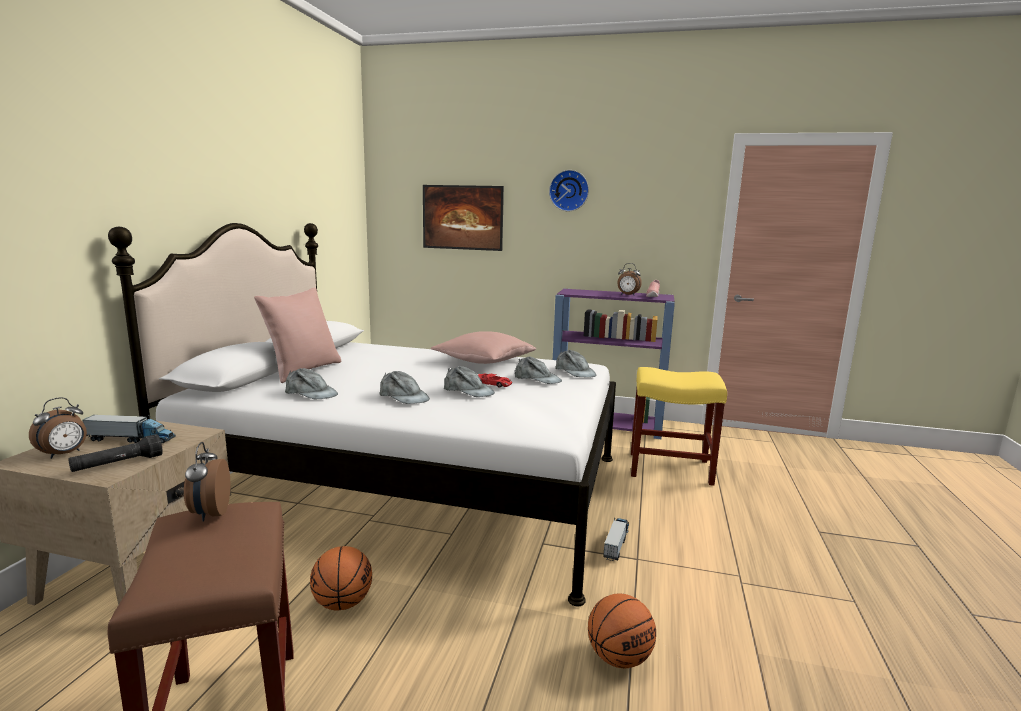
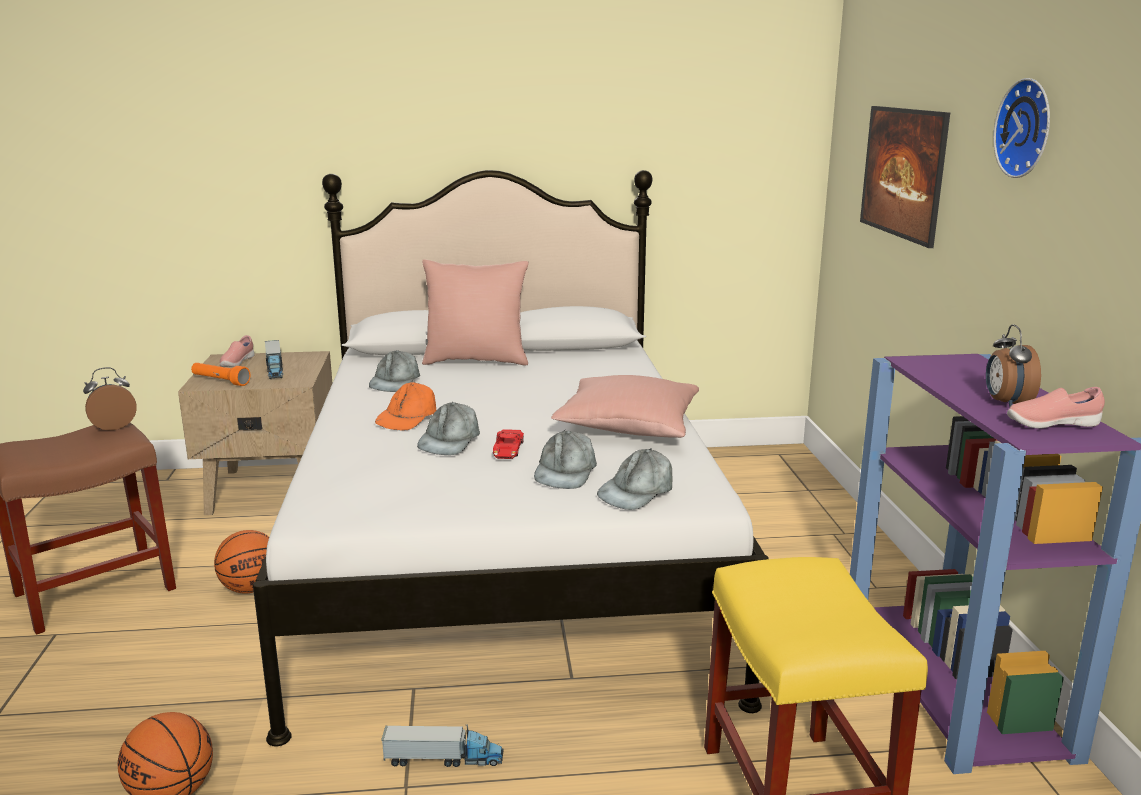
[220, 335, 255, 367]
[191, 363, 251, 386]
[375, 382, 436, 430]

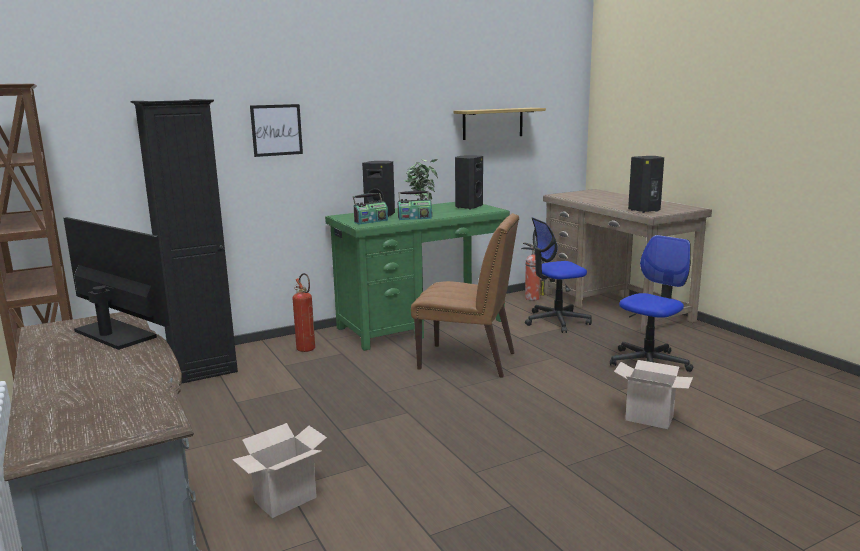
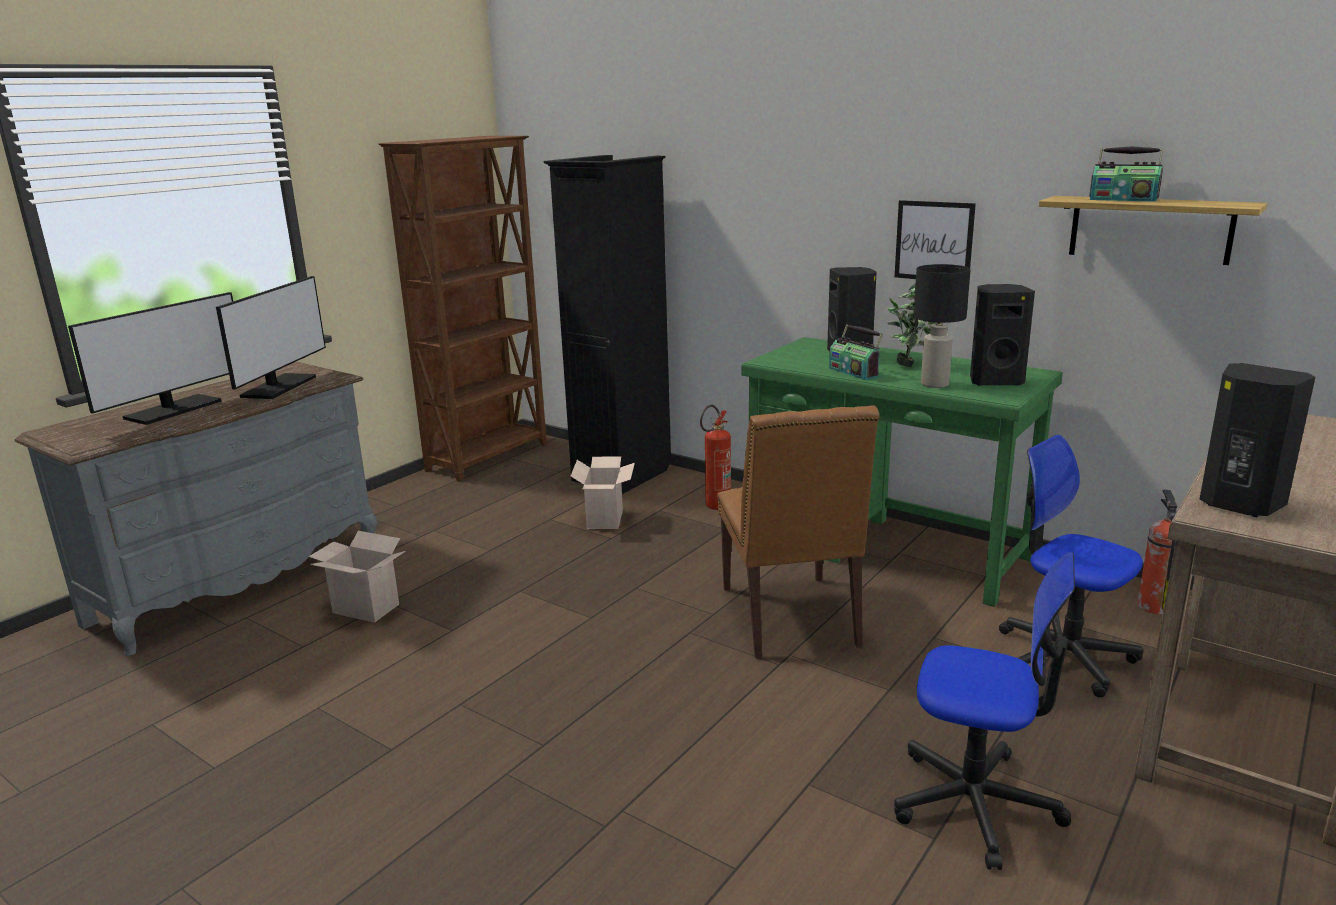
[68, 292, 233, 425]
[914, 264, 971, 388]
[894, 200, 976, 279]
[1089, 146, 1163, 202]
[570, 457, 635, 529]

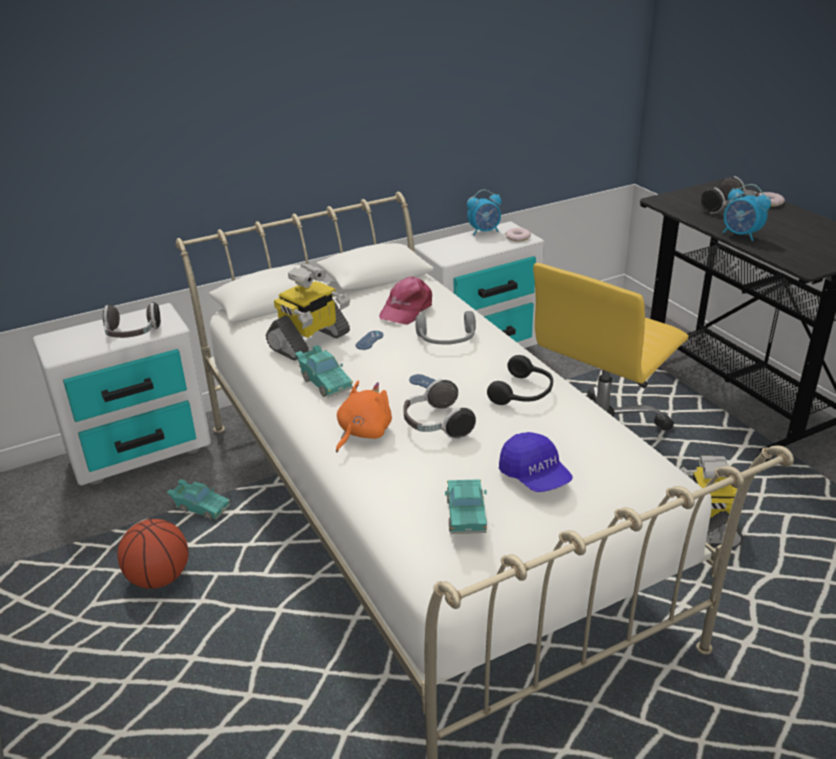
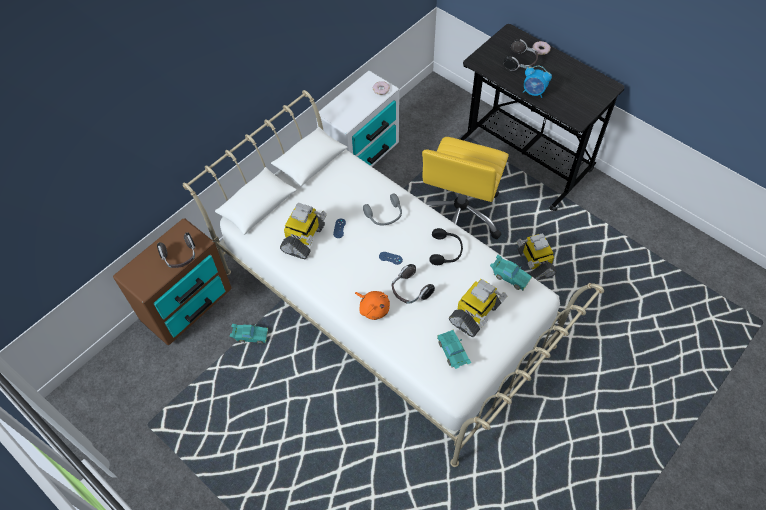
[117, 519, 189, 589] (first image)
[379, 276, 432, 325] (first image)
[467, 190, 501, 236] (first image)
[490, 255, 532, 291]
[449, 279, 507, 337]
[113, 218, 232, 345]
[355, 291, 390, 320]

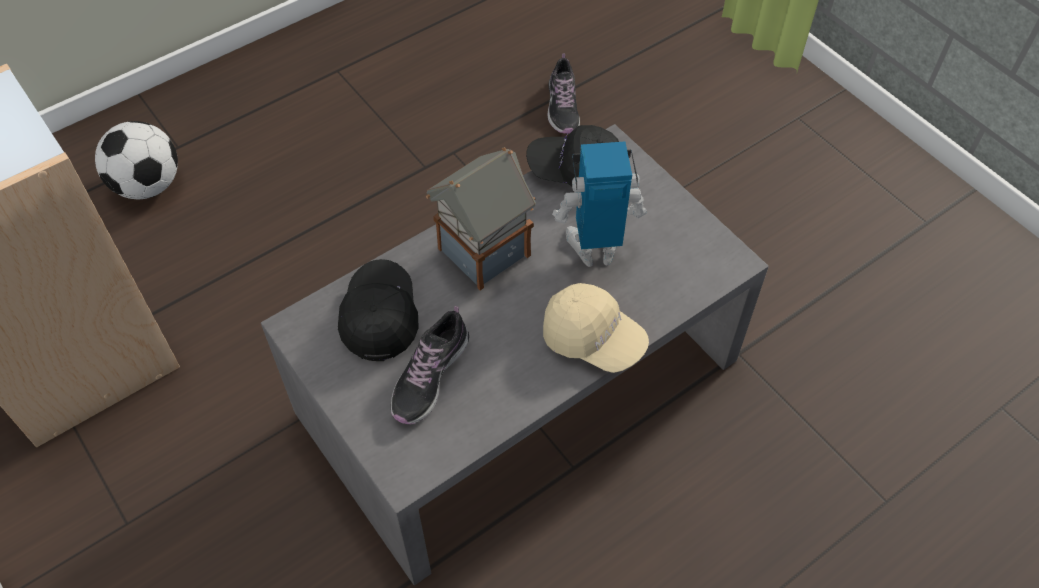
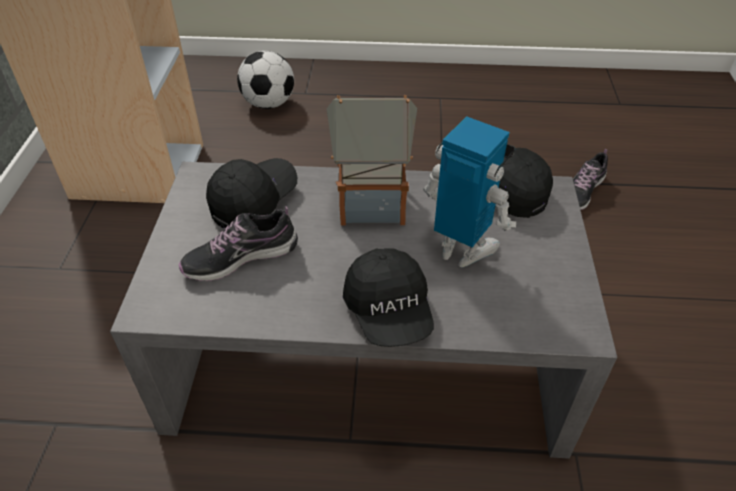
[343, 248, 434, 347]

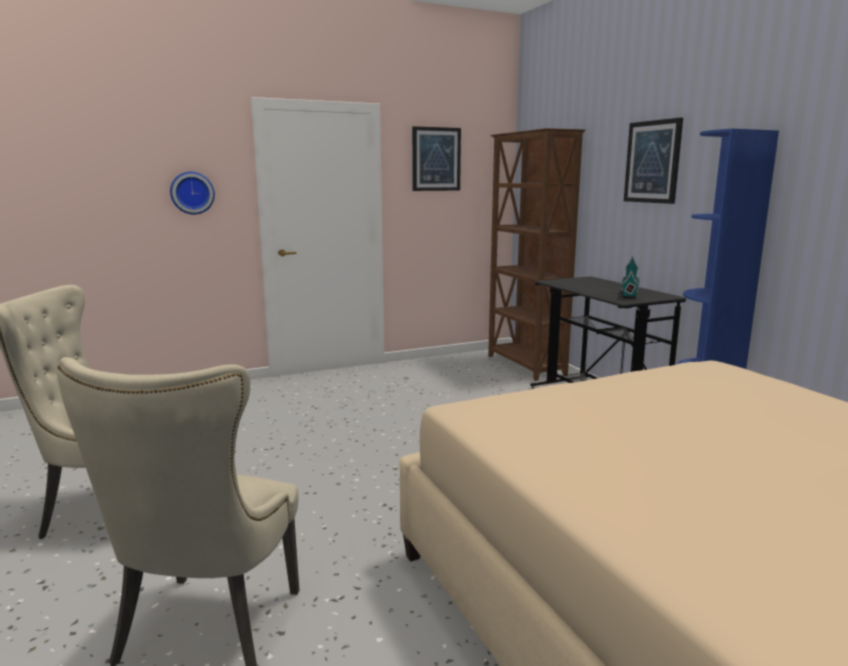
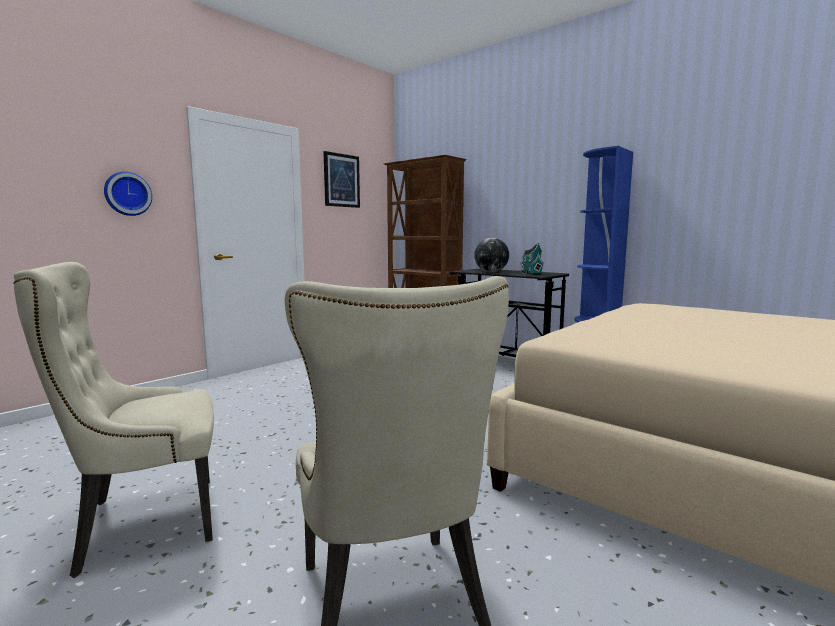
[624, 118, 683, 204] (first image)
[474, 238, 509, 272]

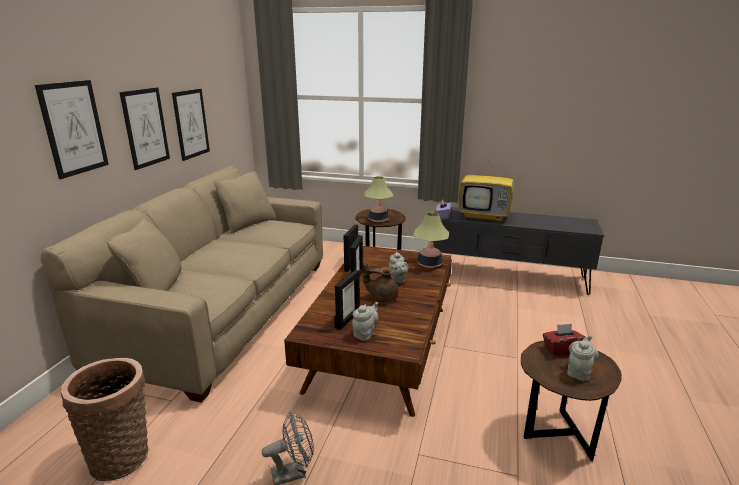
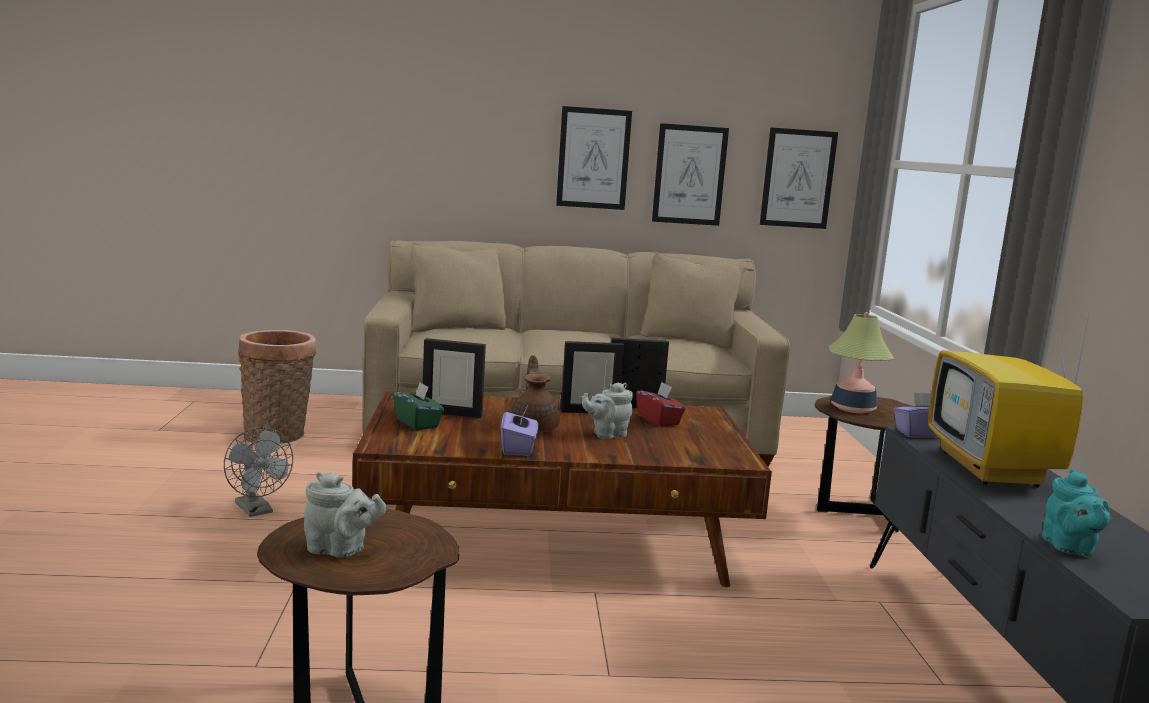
[413, 212, 449, 268] (first image)
[501, 407, 538, 456]
[1042, 469, 1111, 557]
[760, 128, 838, 229]
[636, 382, 686, 427]
[393, 382, 444, 430]

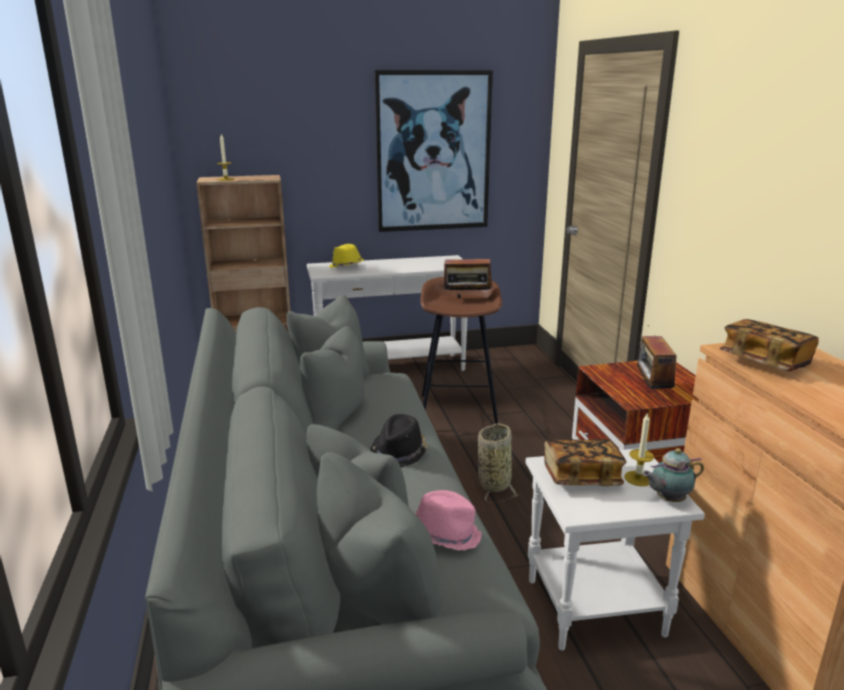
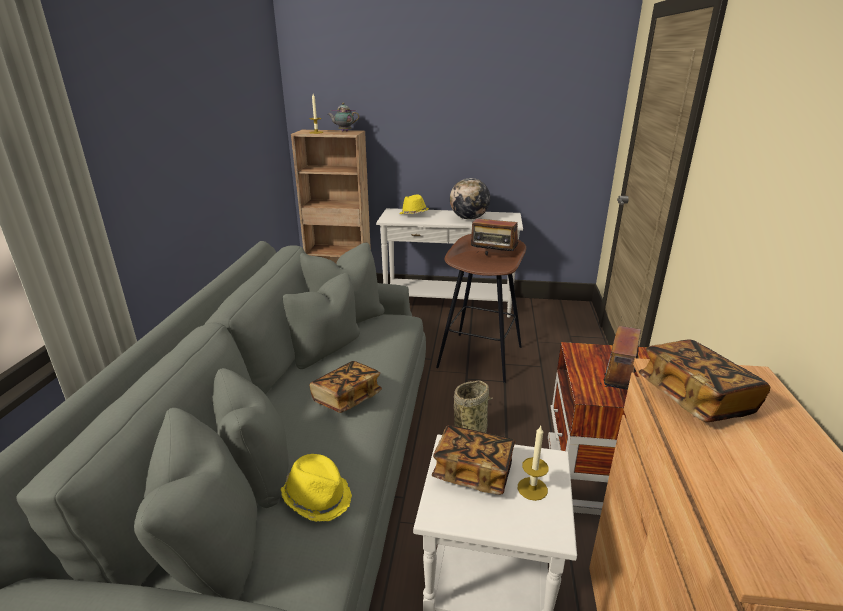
[375, 70, 493, 232] (first image)
[450, 178, 490, 220]
[328, 103, 359, 131]
[309, 361, 382, 413]
[281, 454, 352, 522]

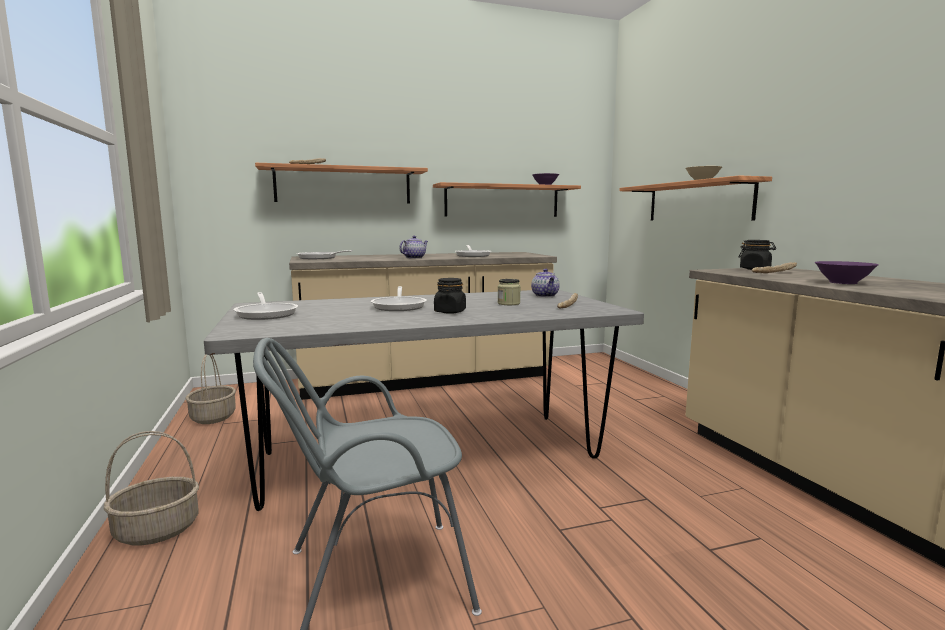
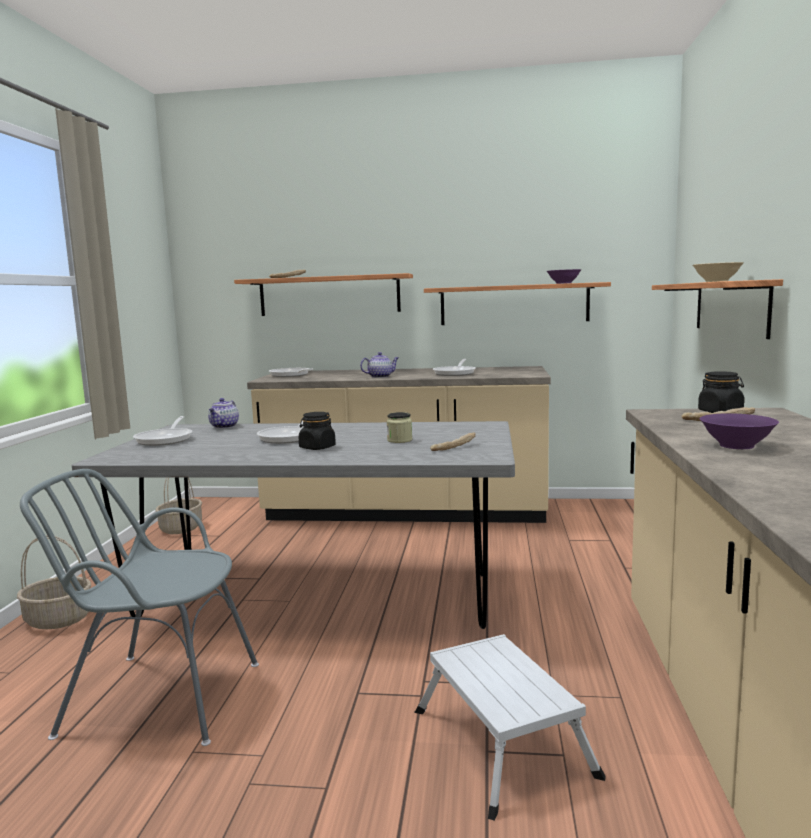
[414, 634, 606, 821]
[208, 398, 239, 429]

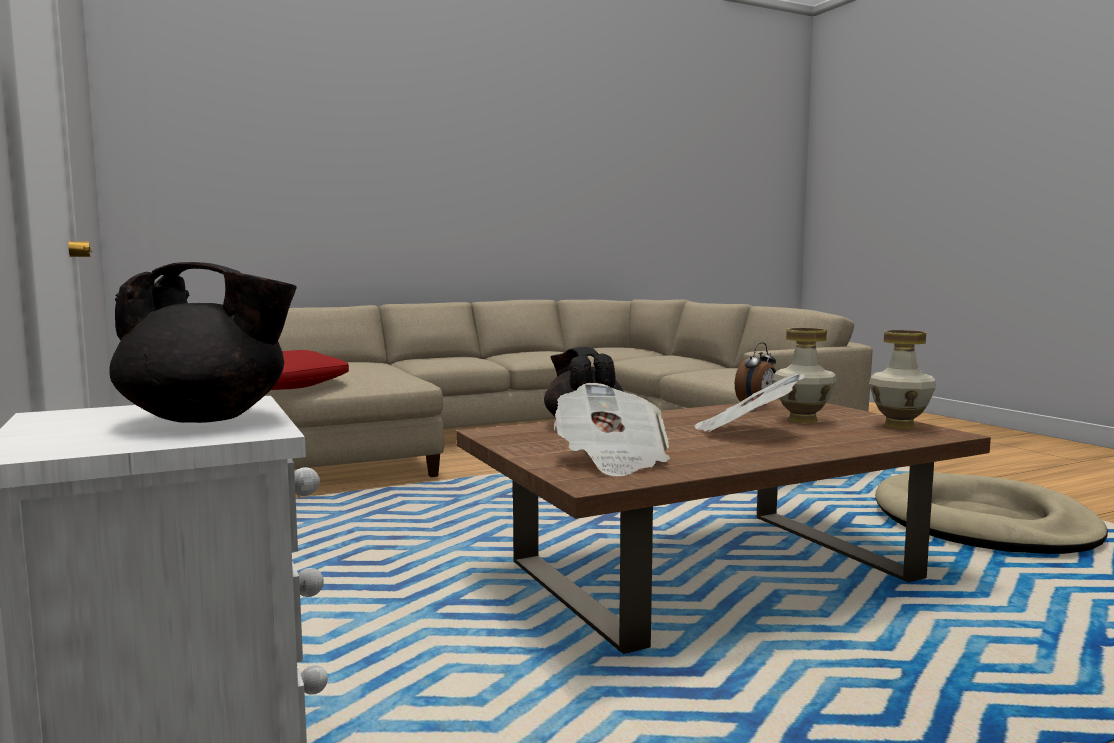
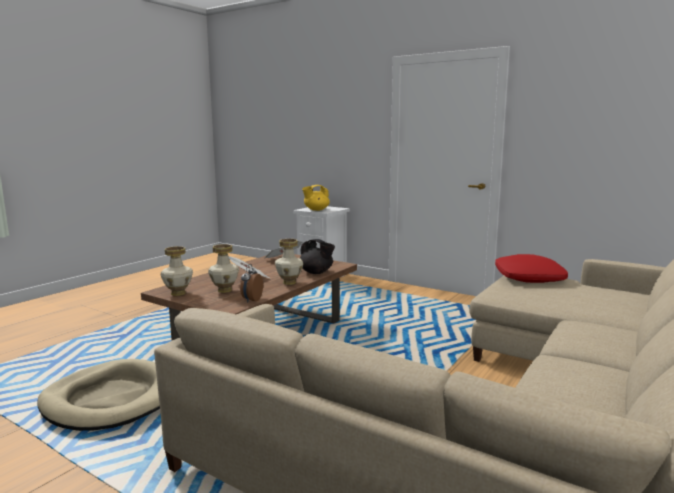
[275, 239, 303, 285]
[302, 185, 330, 211]

